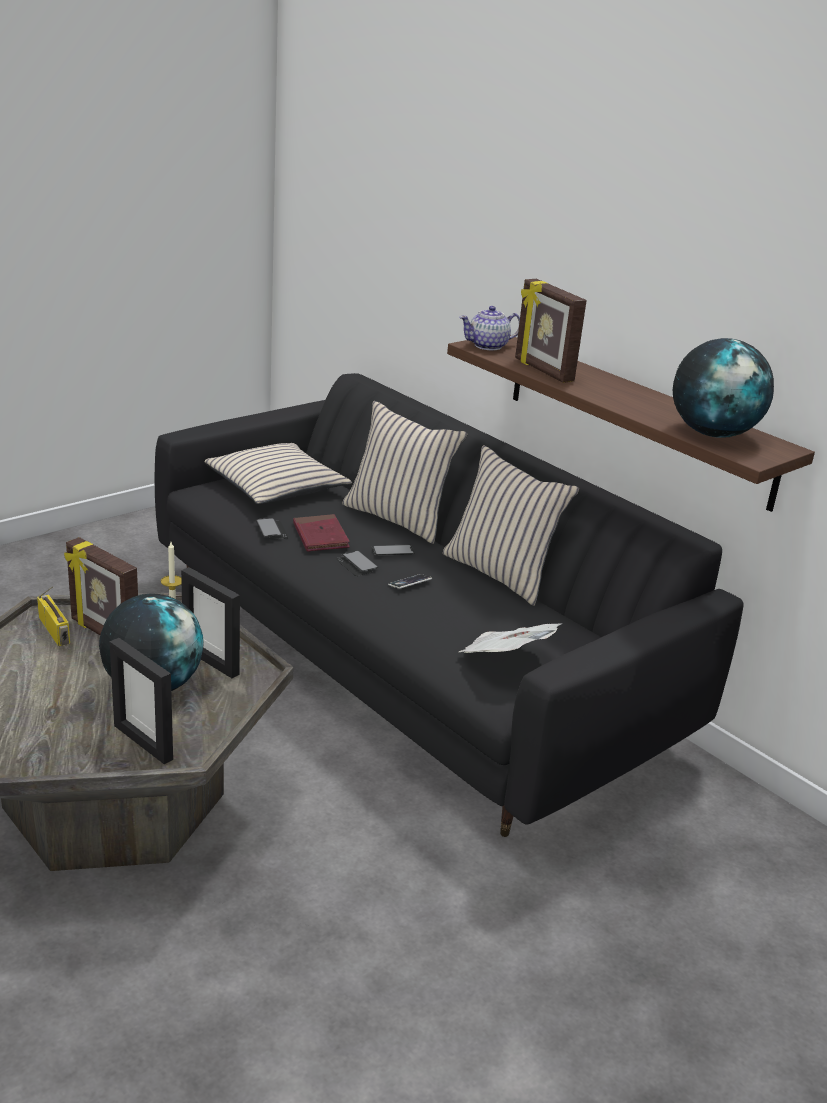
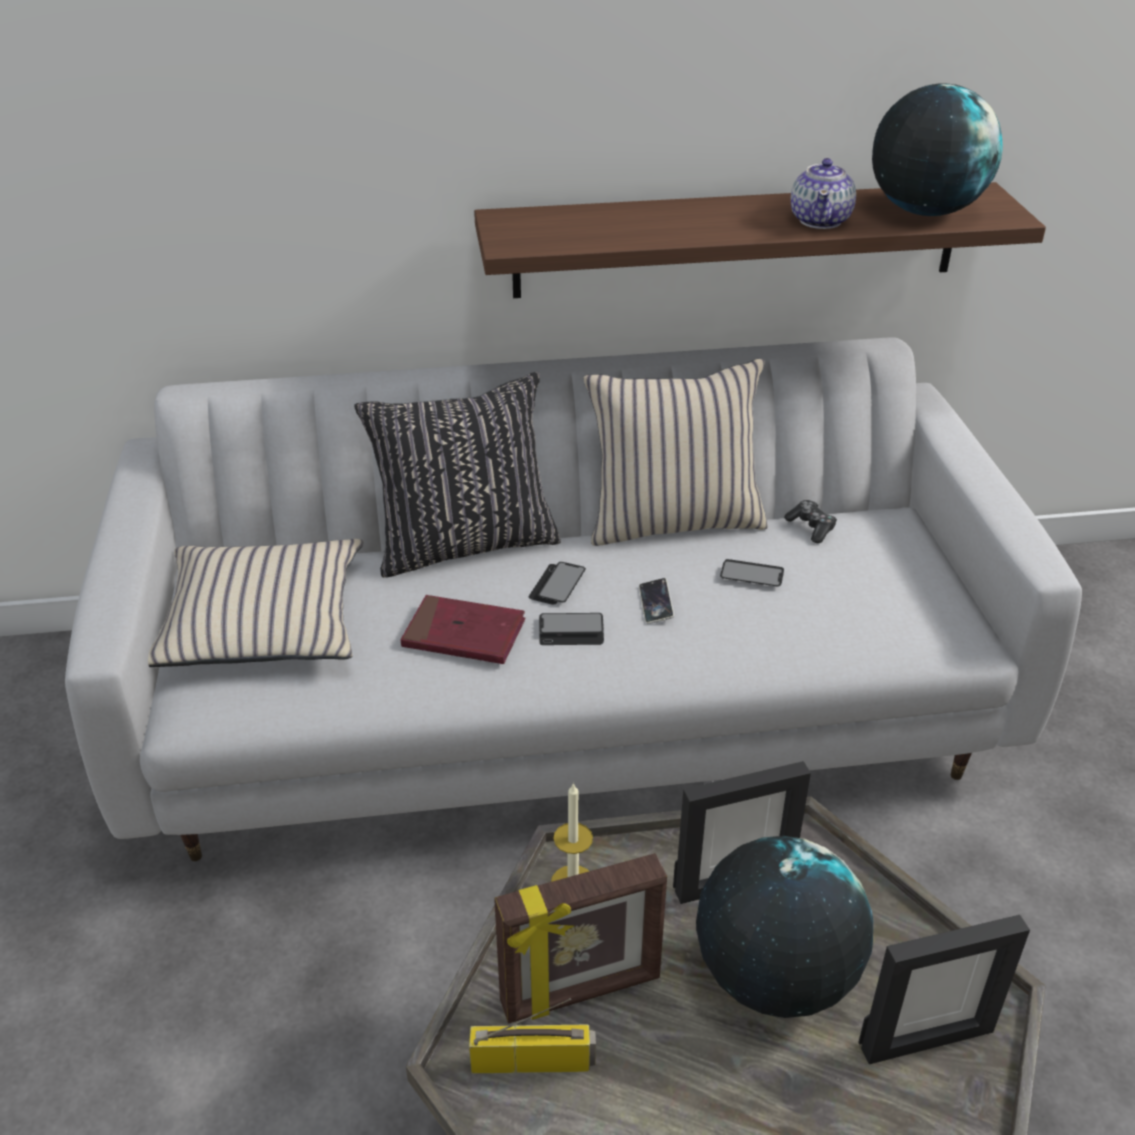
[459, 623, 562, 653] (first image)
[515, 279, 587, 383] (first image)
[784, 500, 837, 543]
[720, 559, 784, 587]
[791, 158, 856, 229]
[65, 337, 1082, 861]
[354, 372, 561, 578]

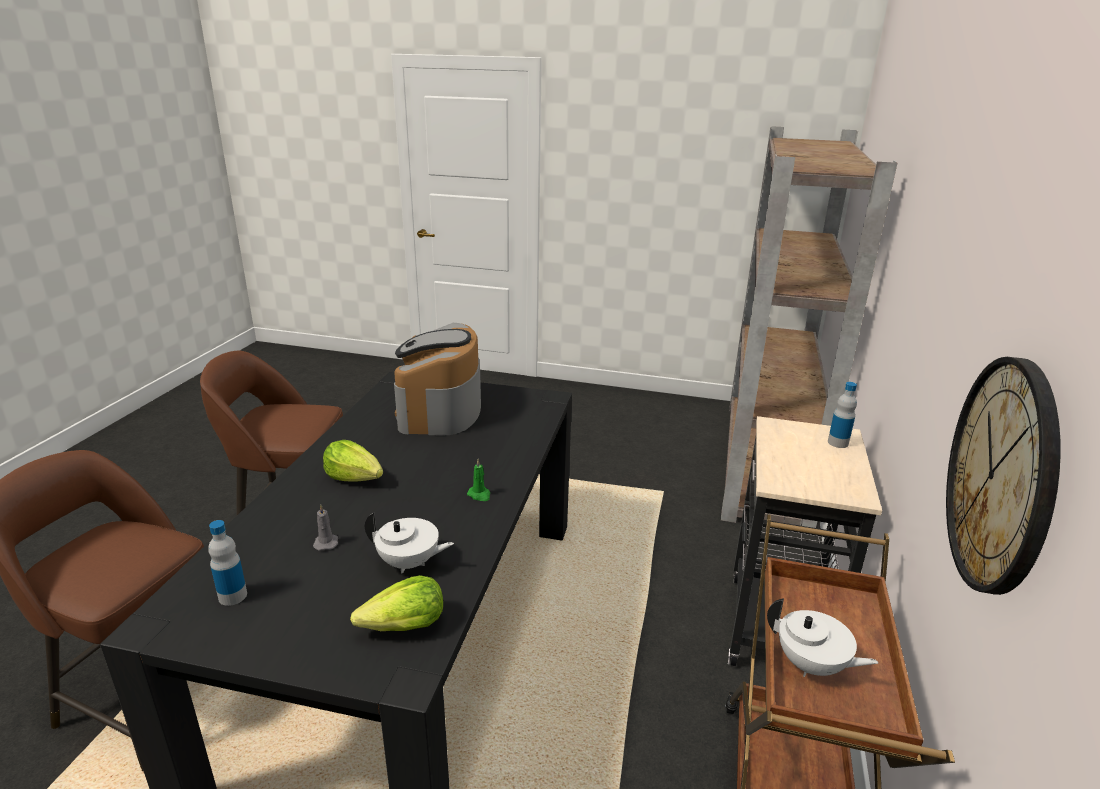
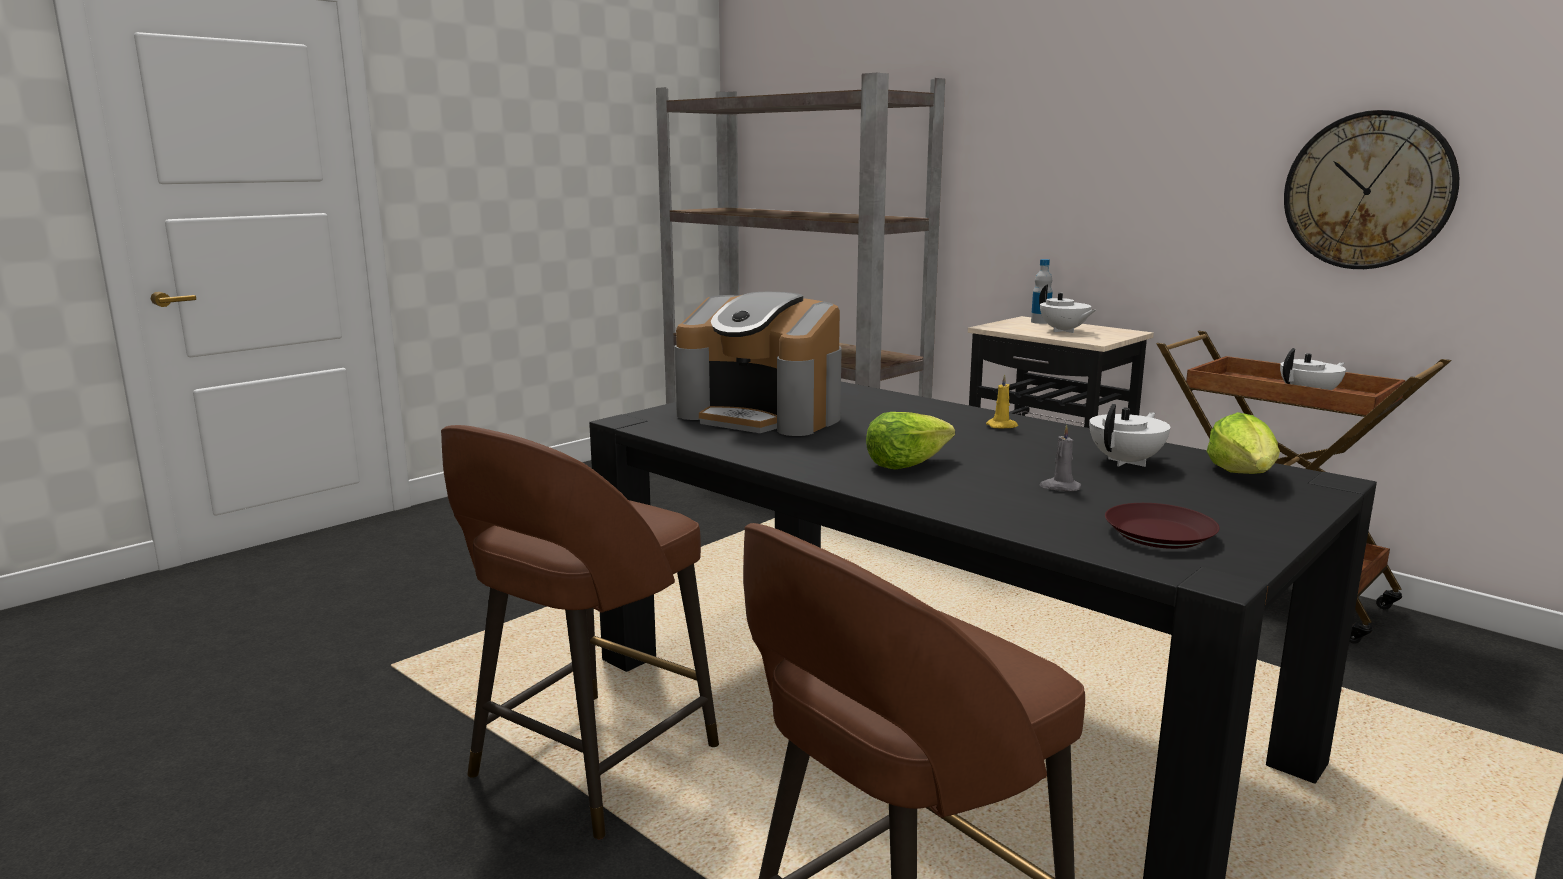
[1039, 285, 1096, 333]
[1105, 503, 1220, 549]
[986, 374, 1018, 429]

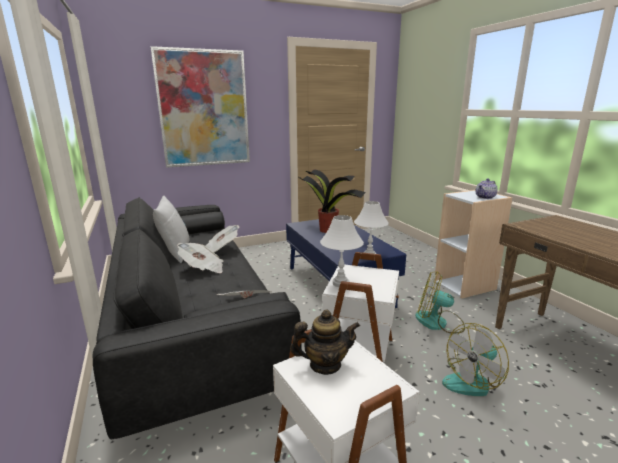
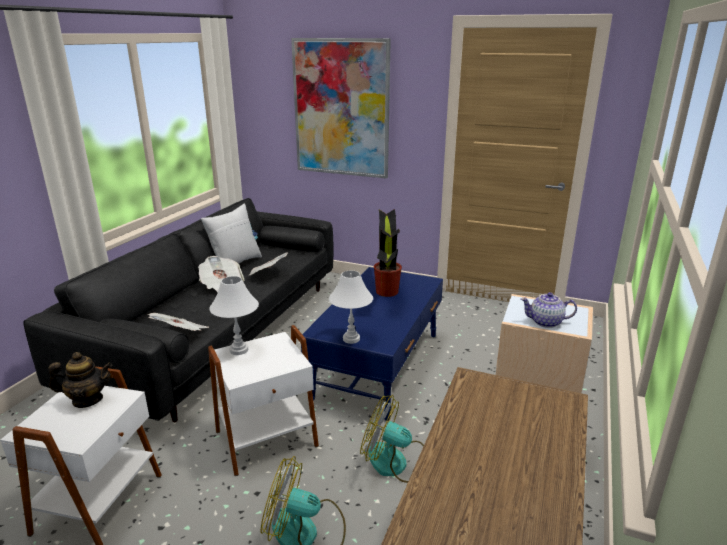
[48, 352, 112, 408]
[360, 395, 424, 483]

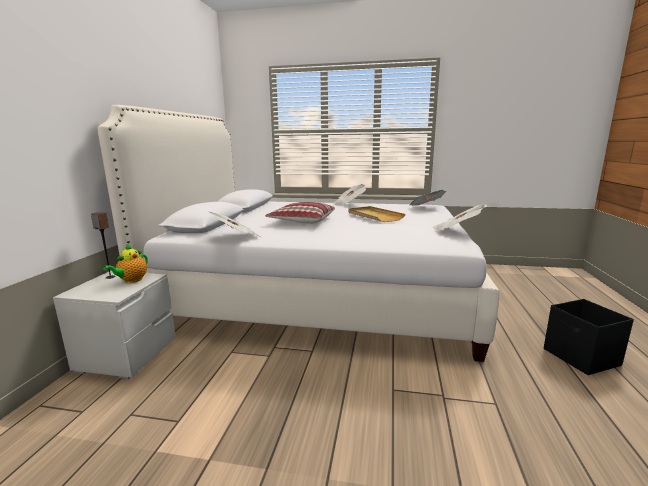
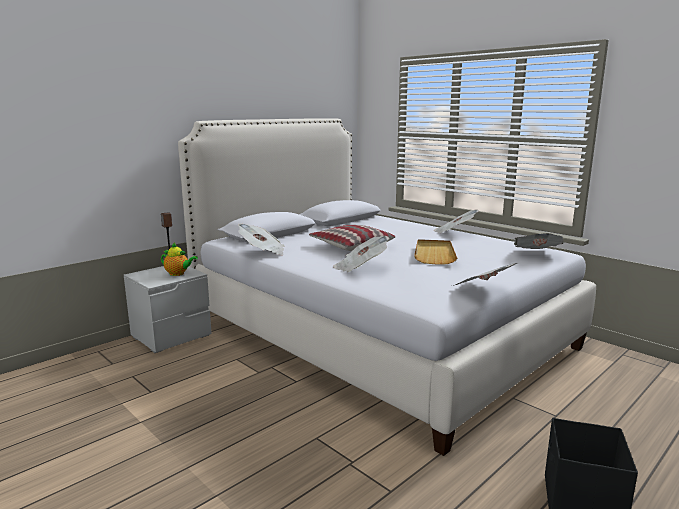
[333, 236, 390, 272]
[161, 242, 198, 276]

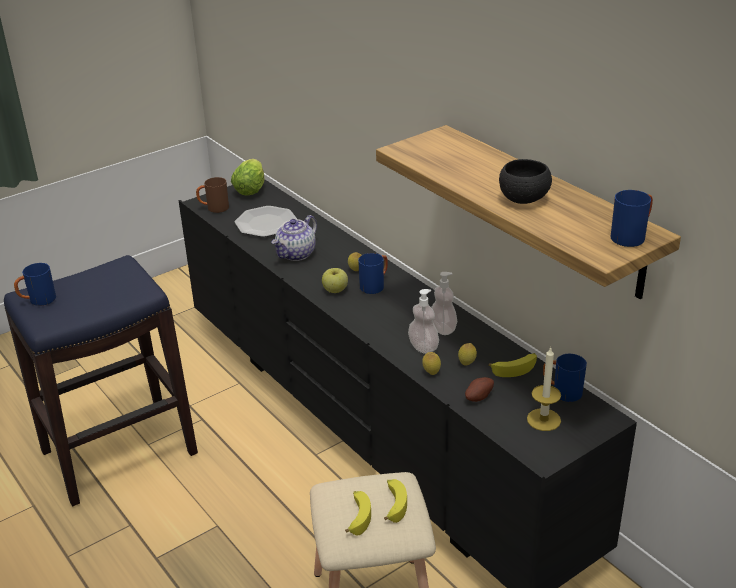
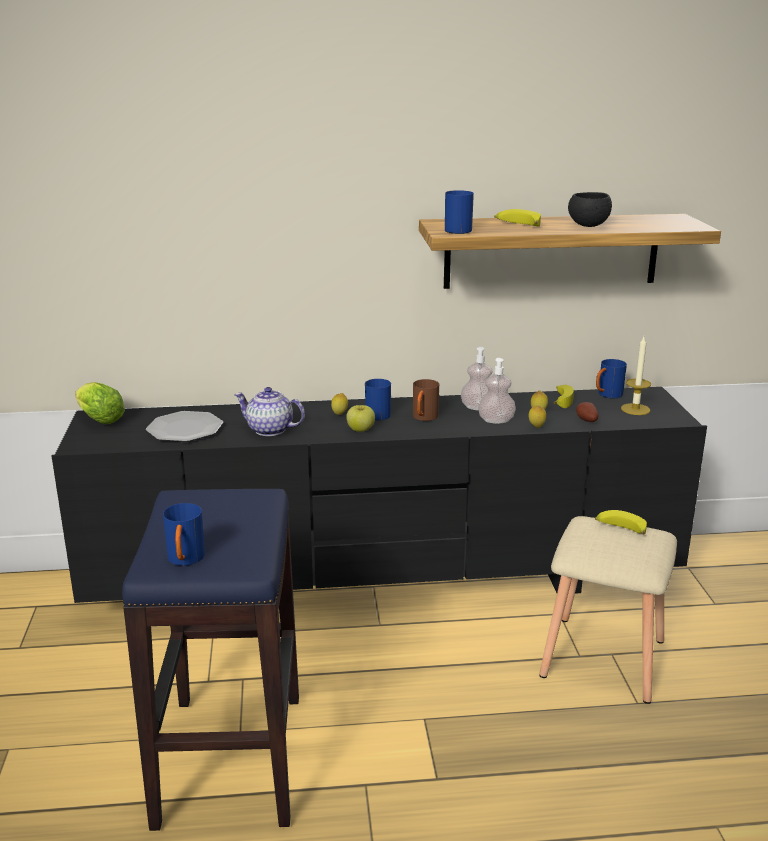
[413, 379, 439, 421]
[494, 209, 541, 227]
[445, 190, 474, 234]
[234, 387, 305, 436]

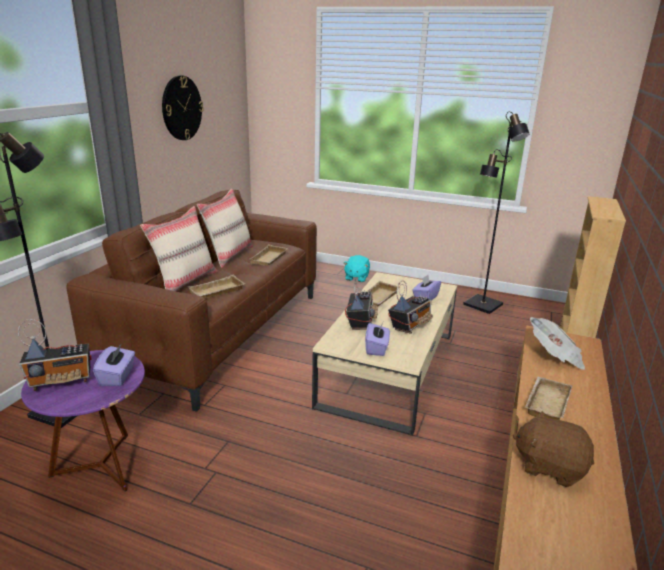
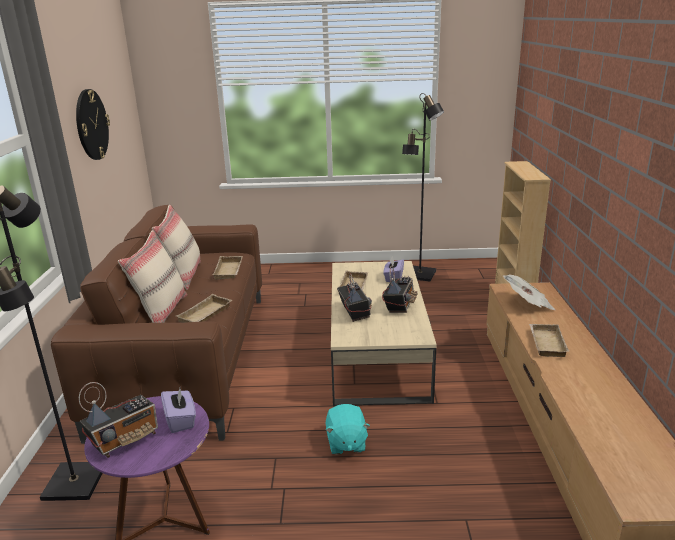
[365, 323, 390, 356] (first image)
[513, 411, 594, 487] (first image)
[326, 404, 370, 455]

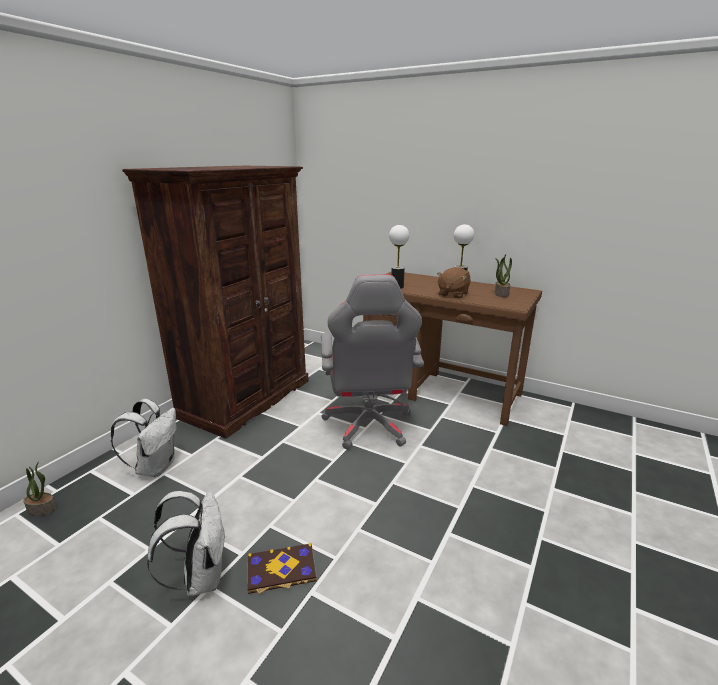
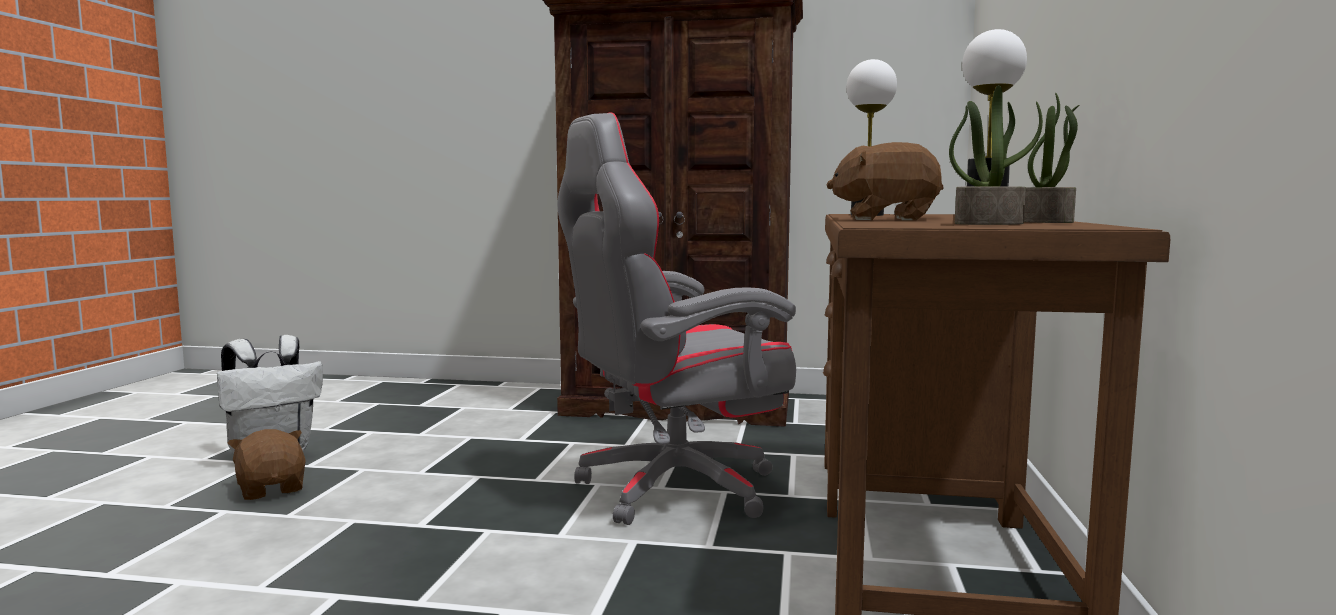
[111, 399, 176, 477] (first image)
[1024, 92, 1079, 223]
[228, 429, 306, 500]

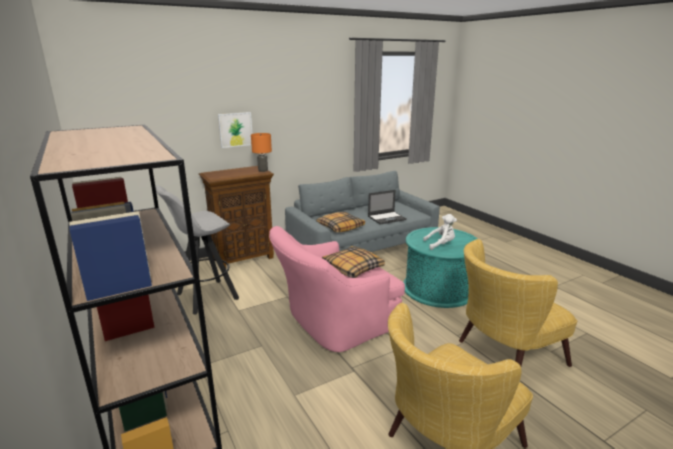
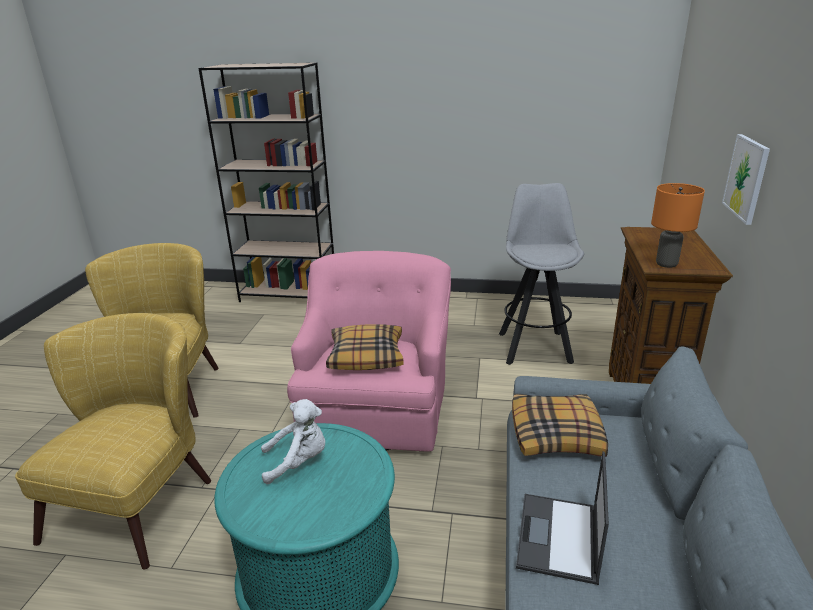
[261, 399, 325, 484]

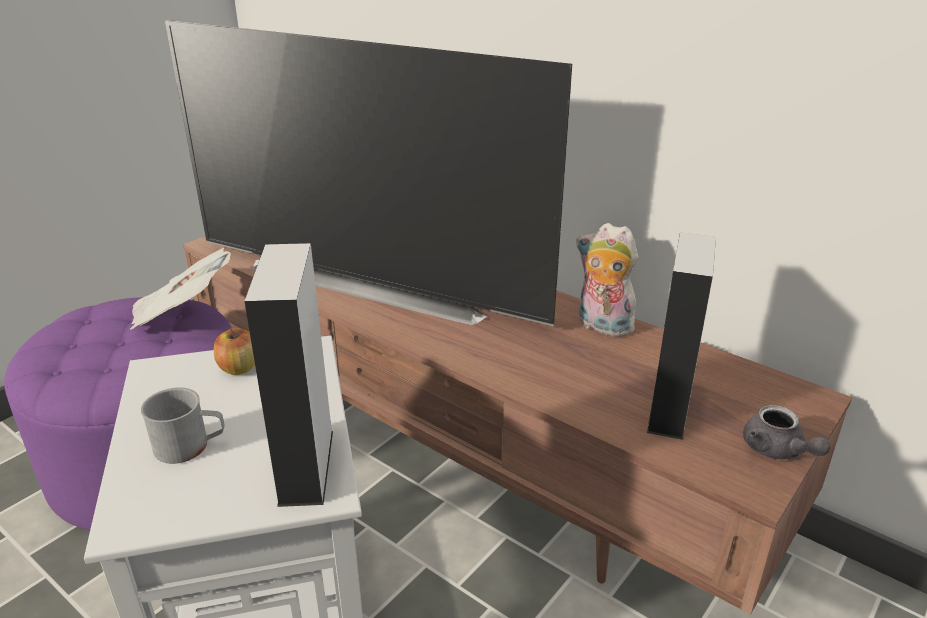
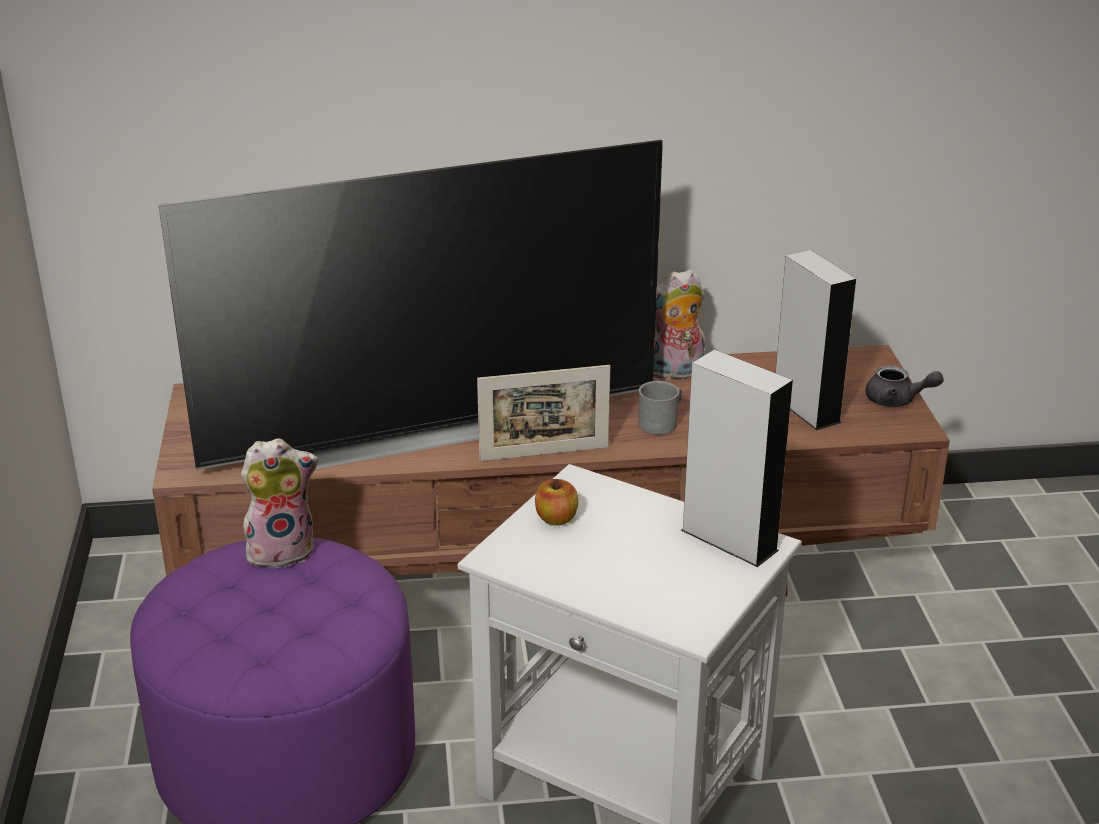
[477, 365, 610, 461]
[638, 381, 682, 435]
[241, 438, 318, 569]

